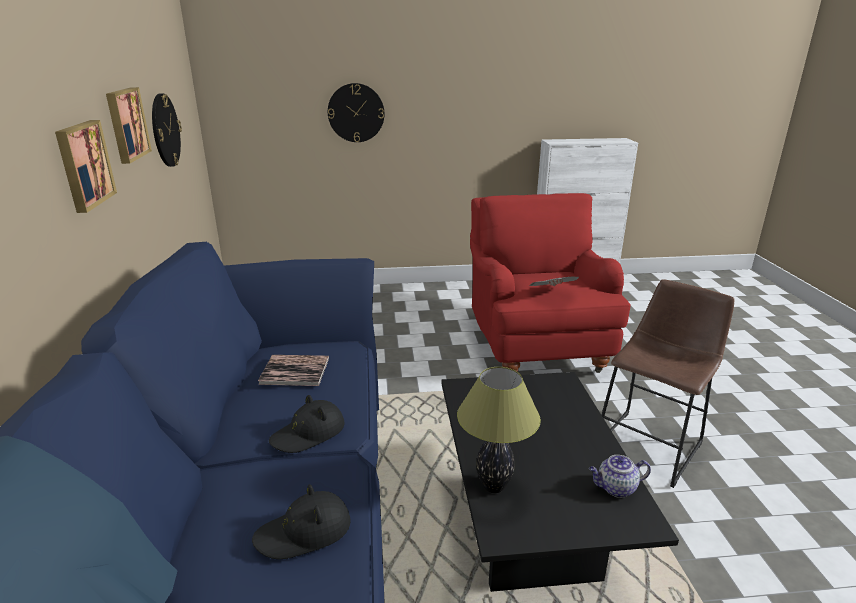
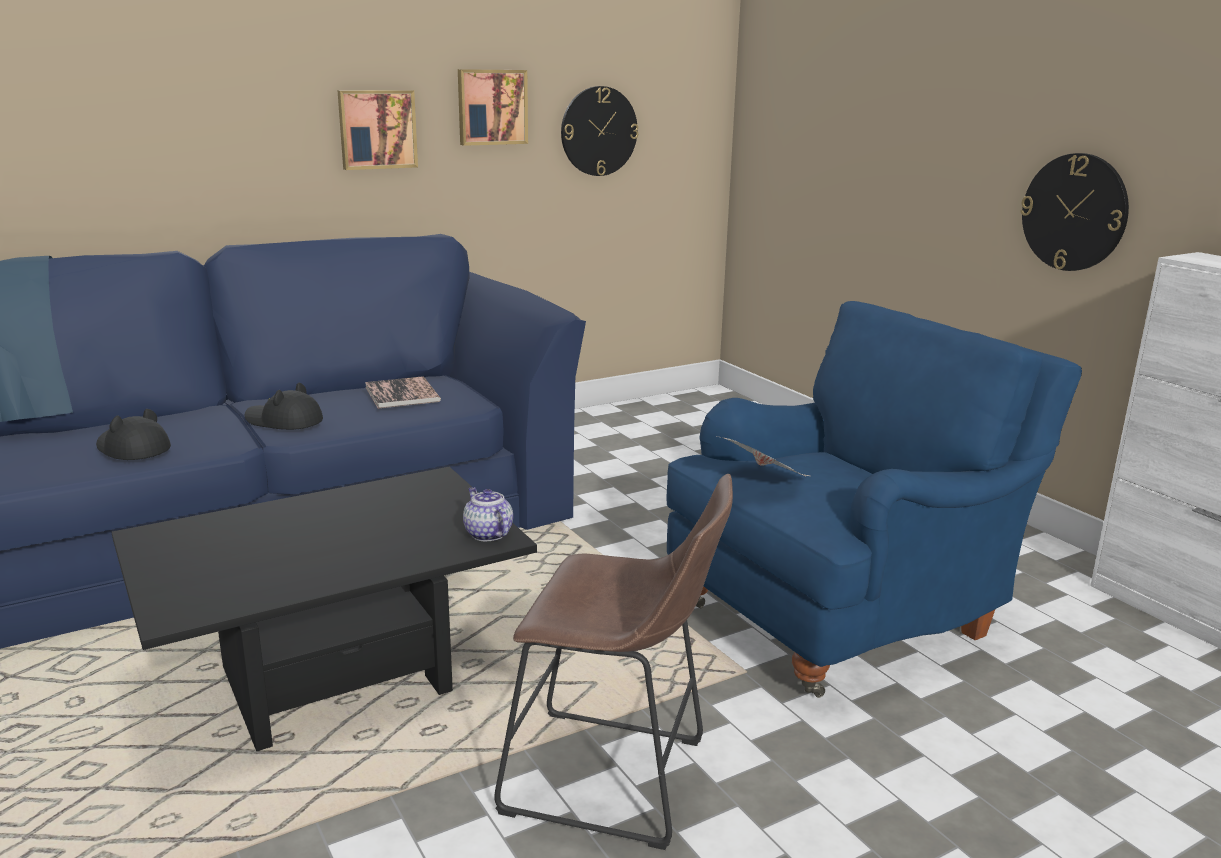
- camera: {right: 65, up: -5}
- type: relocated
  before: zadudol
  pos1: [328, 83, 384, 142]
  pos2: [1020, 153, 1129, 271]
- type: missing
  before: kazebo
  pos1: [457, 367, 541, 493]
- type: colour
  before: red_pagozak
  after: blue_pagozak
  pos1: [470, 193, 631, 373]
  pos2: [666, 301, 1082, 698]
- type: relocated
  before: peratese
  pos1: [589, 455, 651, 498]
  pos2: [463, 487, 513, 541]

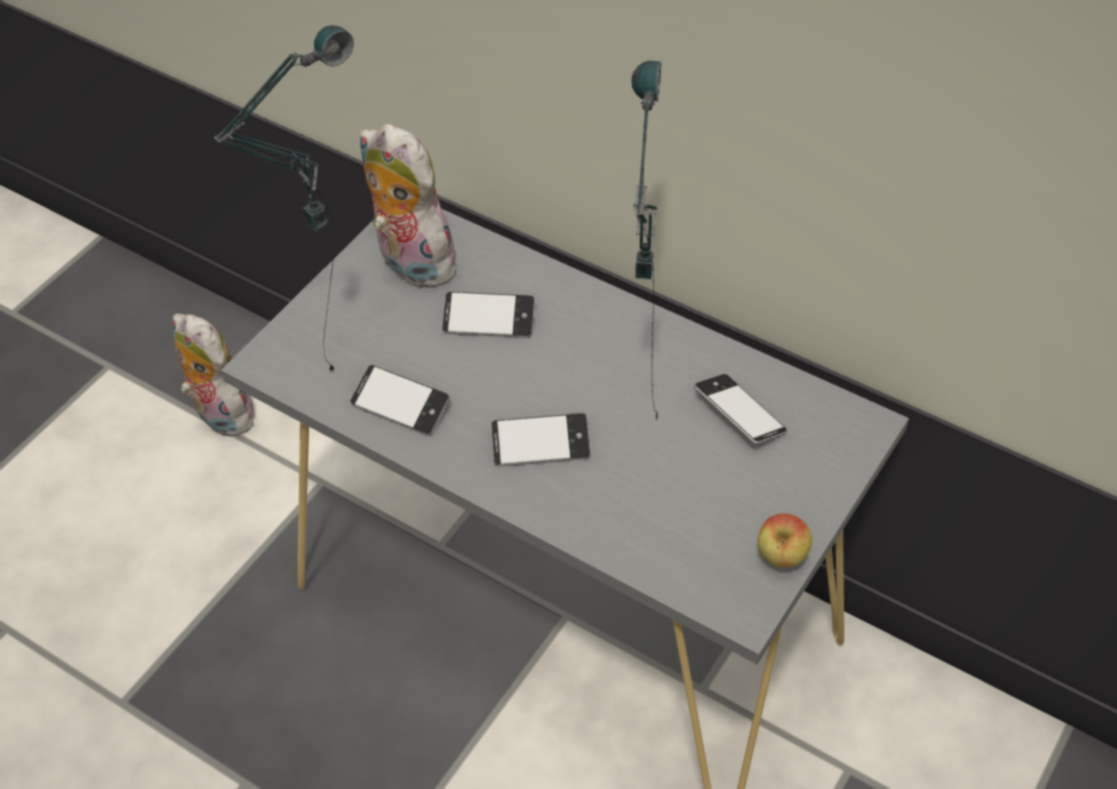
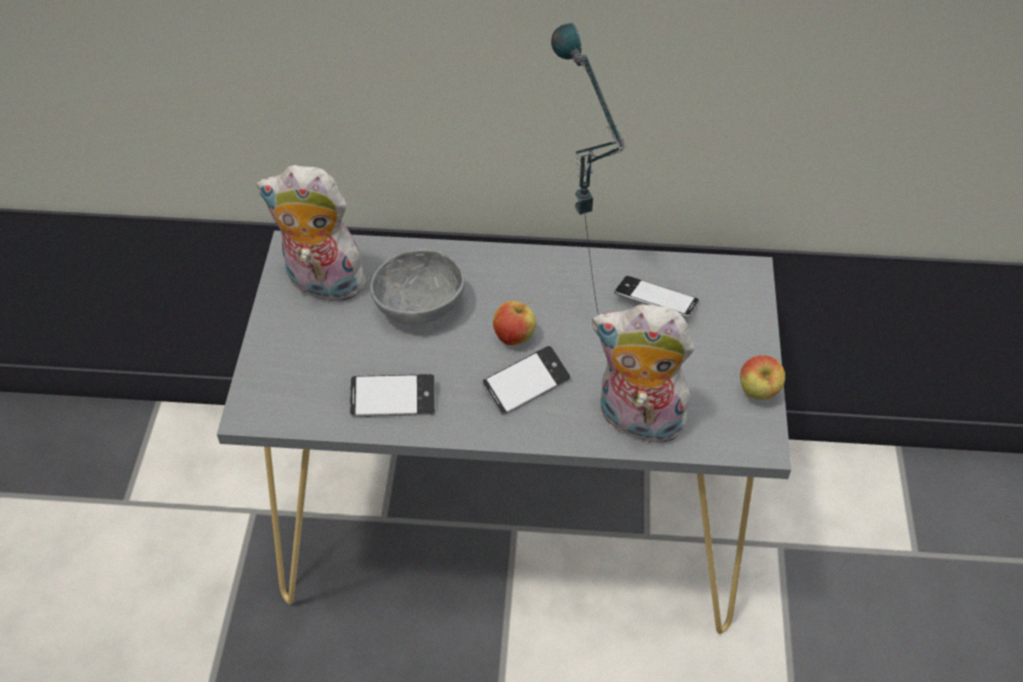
- camera: {right: -30, up: 0}
- type: relocated
  before: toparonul
  pos1: [173, 314, 261, 437]
  pos2: [592, 304, 695, 448]
- type: missing
  before: kazebo
  pos1: [215, 25, 354, 371]
- type: exchanged
  before: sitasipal
  after: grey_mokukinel
  pos1: [442, 291, 535, 338]
  pos2: [370, 249, 465, 325]
- type: appeared
  after: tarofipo
  pos2: [493, 301, 536, 345]

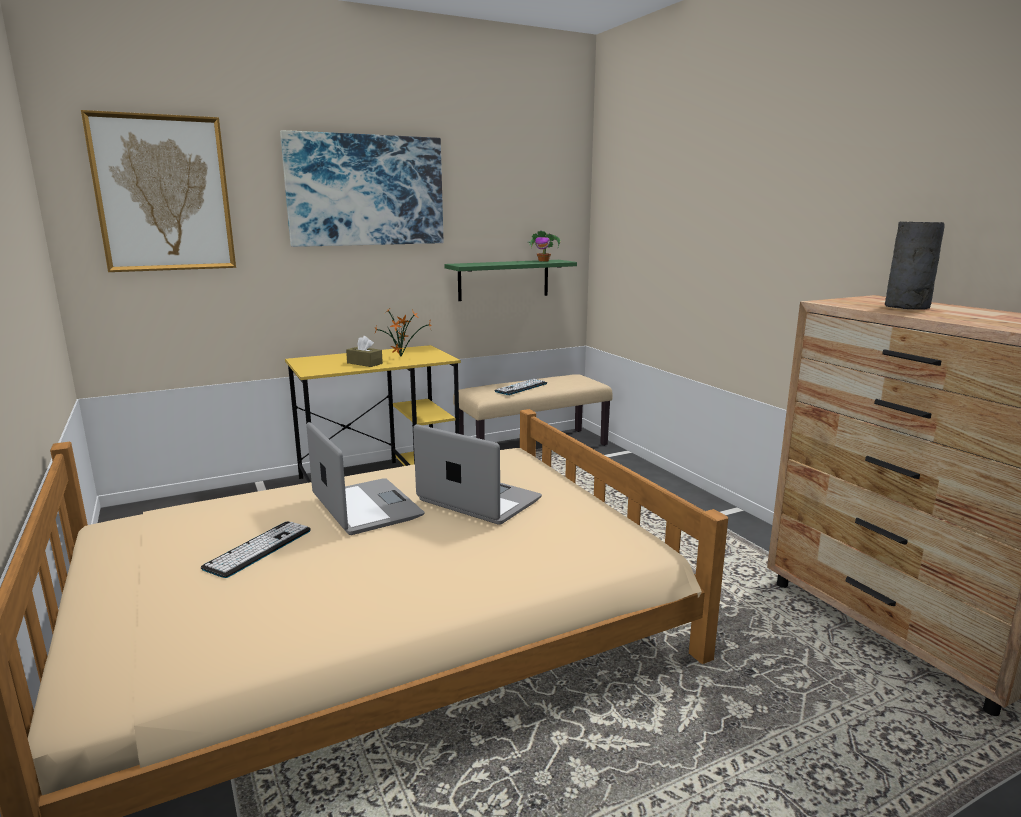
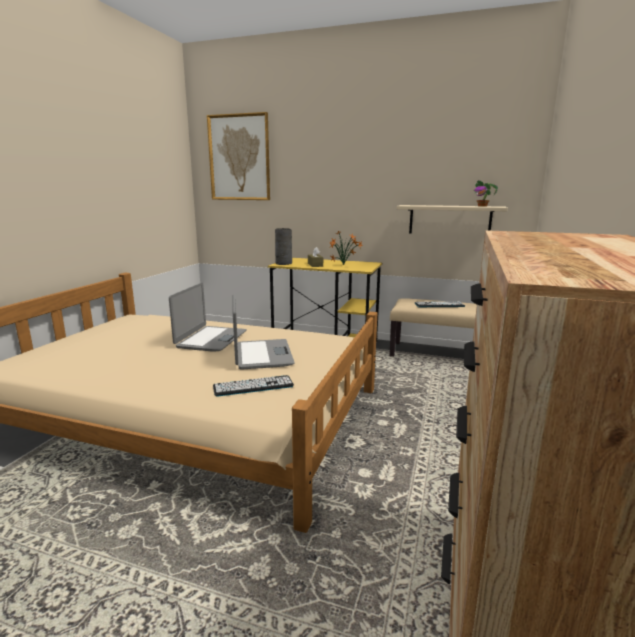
- camera: {right: 45, up: 0}
- type: relocated
  before: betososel
  pos1: [201, 521, 311, 578]
  pos2: [213, 375, 294, 397]
- type: missing
  before: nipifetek
  pos1: [280, 130, 443, 247]
- type: colour
  before: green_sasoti
  after: beige_sasoti
  pos1: [444, 260, 577, 301]
  pos2: [396, 205, 508, 234]
- type: relocated
  before: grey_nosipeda
  pos1: [885, 222, 945, 310]
  pos2: [275, 228, 292, 265]

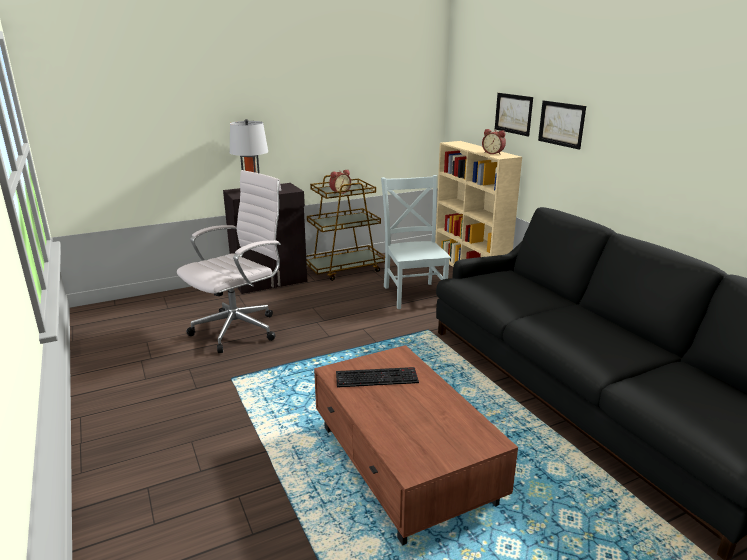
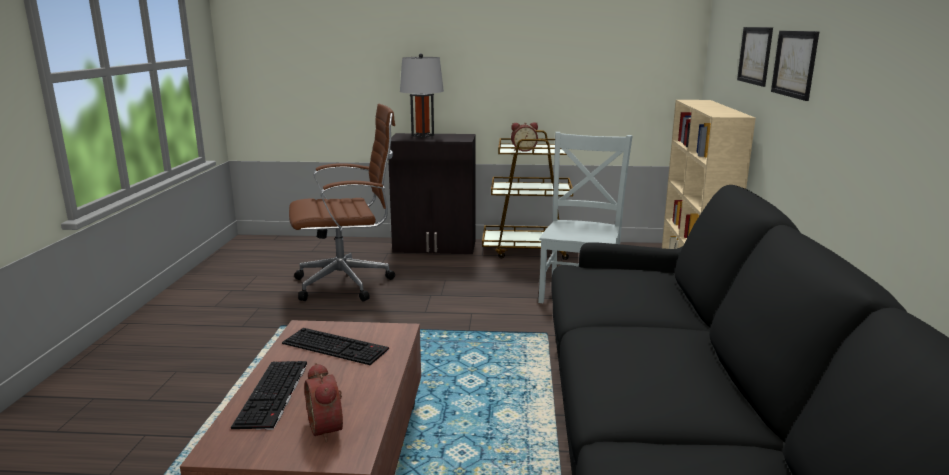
- camera: {right: 30, up: -5}
- type: colour
  before: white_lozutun
  after: brown_lozutun
  pos1: [177, 170, 281, 353]
  pos2: [289, 104, 395, 302]
- type: relocated
  before: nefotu
  pos1: [482, 129, 506, 155]
  pos2: [305, 363, 343, 442]
- type: appeared
  after: betososel
  pos2: [231, 361, 307, 430]

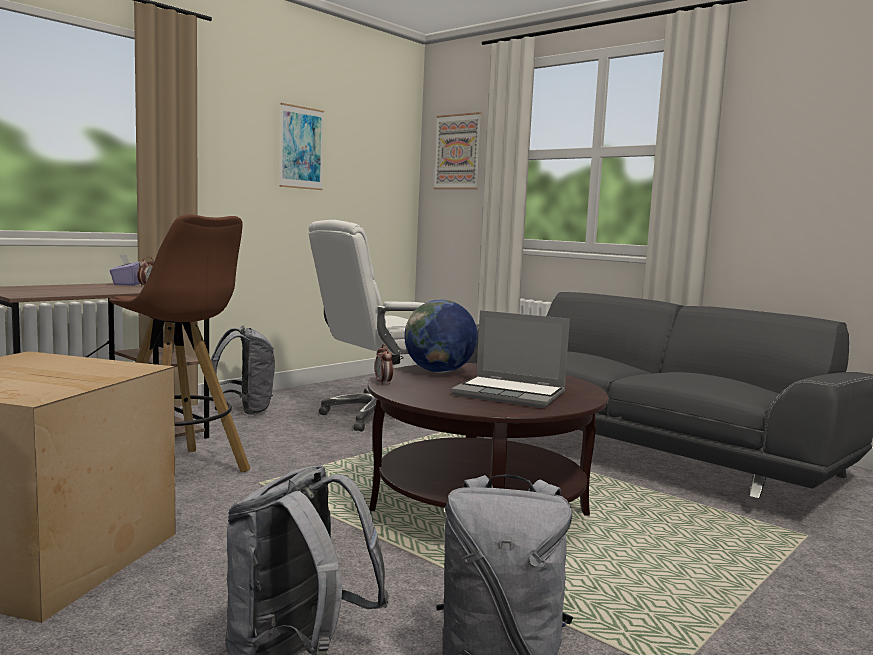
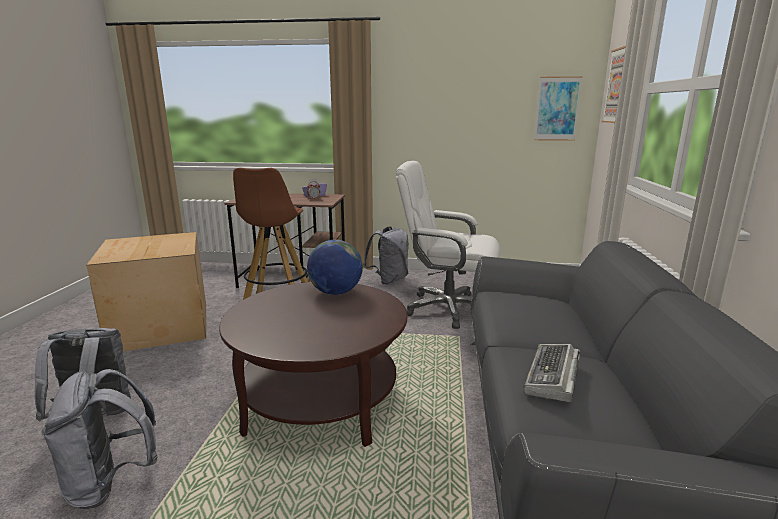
- camera: {right: 55, up: 10}
- type: relocated
  before: nipifetek
  pos1: [280, 103, 324, 190]
  pos2: [534, 76, 582, 141]
- type: missing
  before: nefotu
  pos1: [375, 344, 393, 385]
- type: missing
  before: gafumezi
  pos1: [451, 310, 570, 408]
- type: appeared
  after: betososel
  pos2: [523, 344, 581, 402]

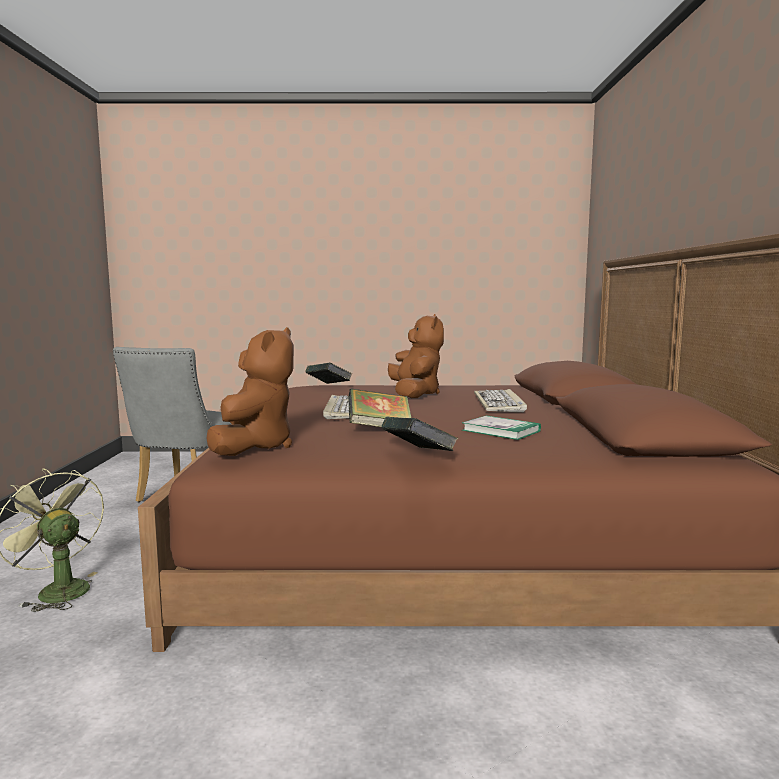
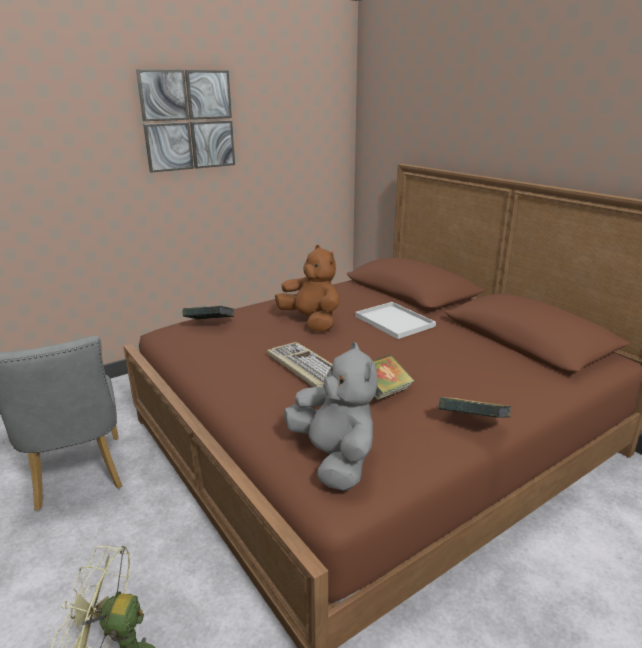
- camera: {right: -35, up: 15}
- type: colour
  before: brown_toparonul
  after: grey_toparonul
  pos1: [207, 327, 294, 456]
  pos2: [284, 342, 378, 490]
- type: missing
  before: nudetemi
  pos1: [462, 416, 541, 440]
- type: exchanged
  before: betososel
  after: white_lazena
  pos1: [474, 389, 527, 412]
  pos2: [355, 302, 436, 339]
- type: appeared
  after: nipifetek
  pos2: [136, 69, 235, 173]

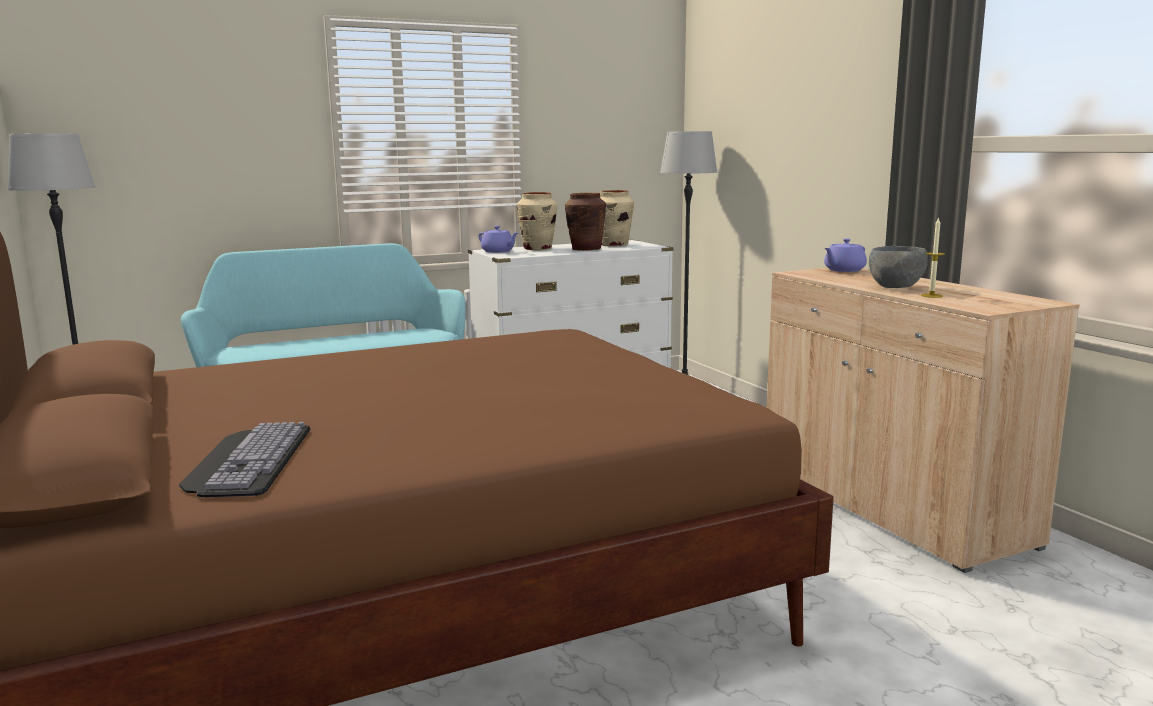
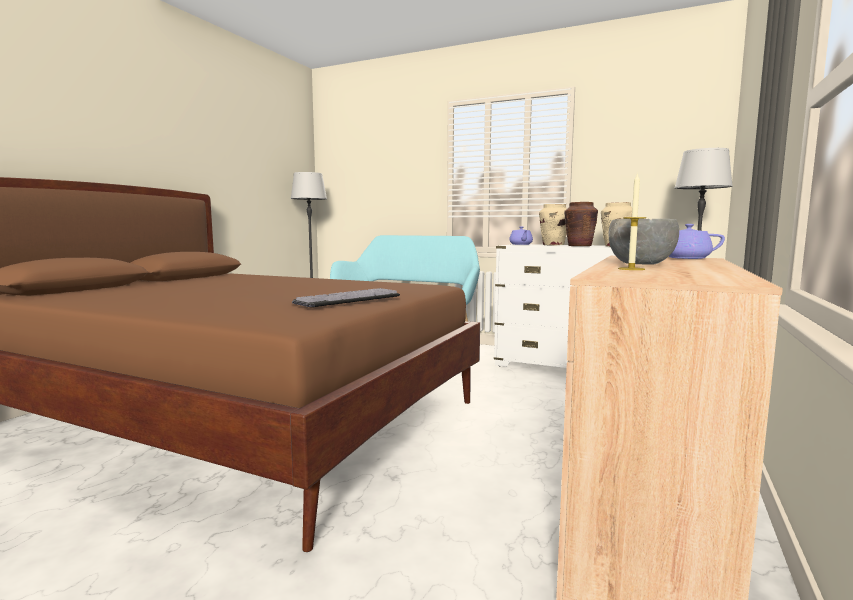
- camera: {right: 50, up: -5}
- type: relocated
  before: betososel
  pos1: [179, 422, 310, 498]
  pos2: [292, 288, 400, 307]

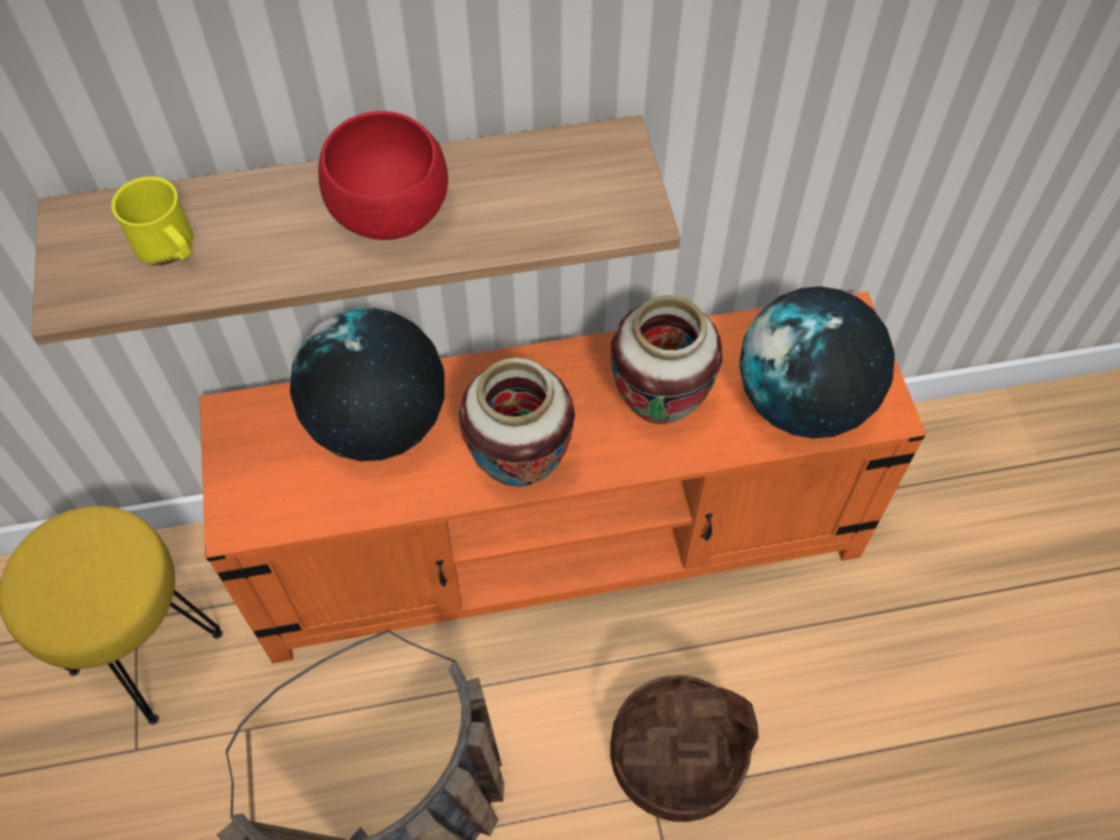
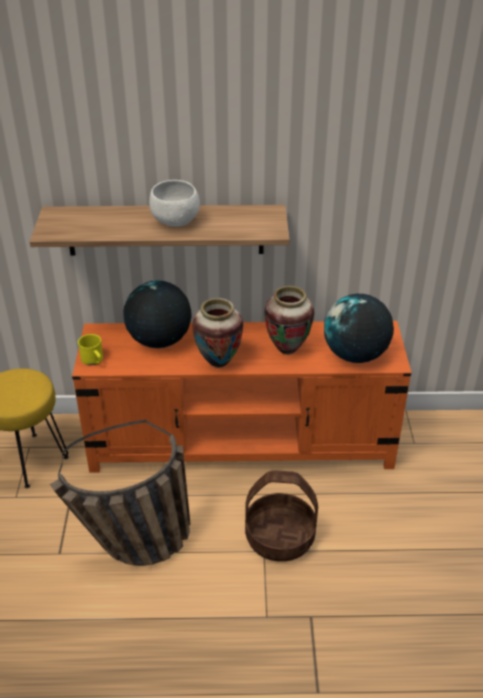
- camera: {right: 10, up: -20}
- type: relocated
  before: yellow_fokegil
  pos1: [111, 176, 193, 265]
  pos2: [78, 334, 103, 366]
- type: colour
  before: red_mokukinel
  after: white_mokukinel
  pos1: [318, 111, 448, 240]
  pos2: [149, 180, 200, 227]

